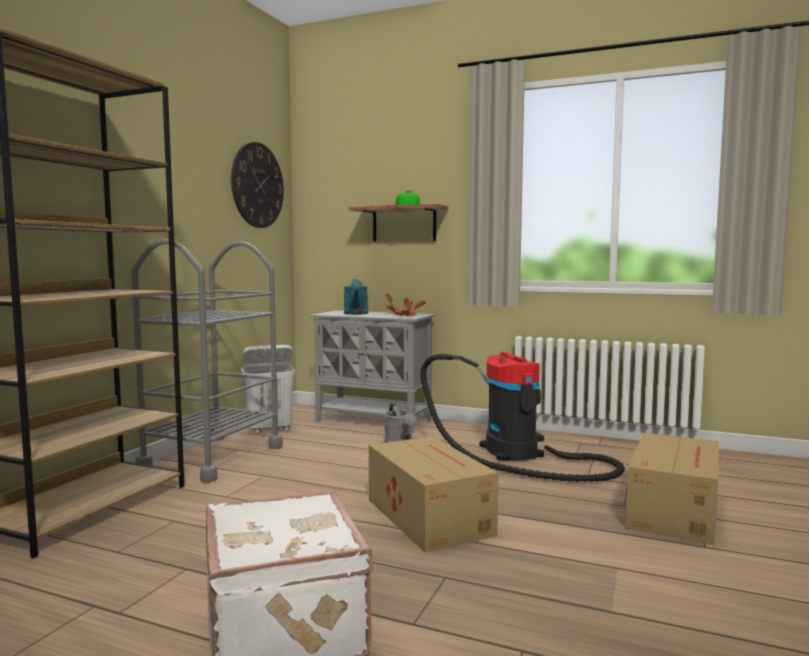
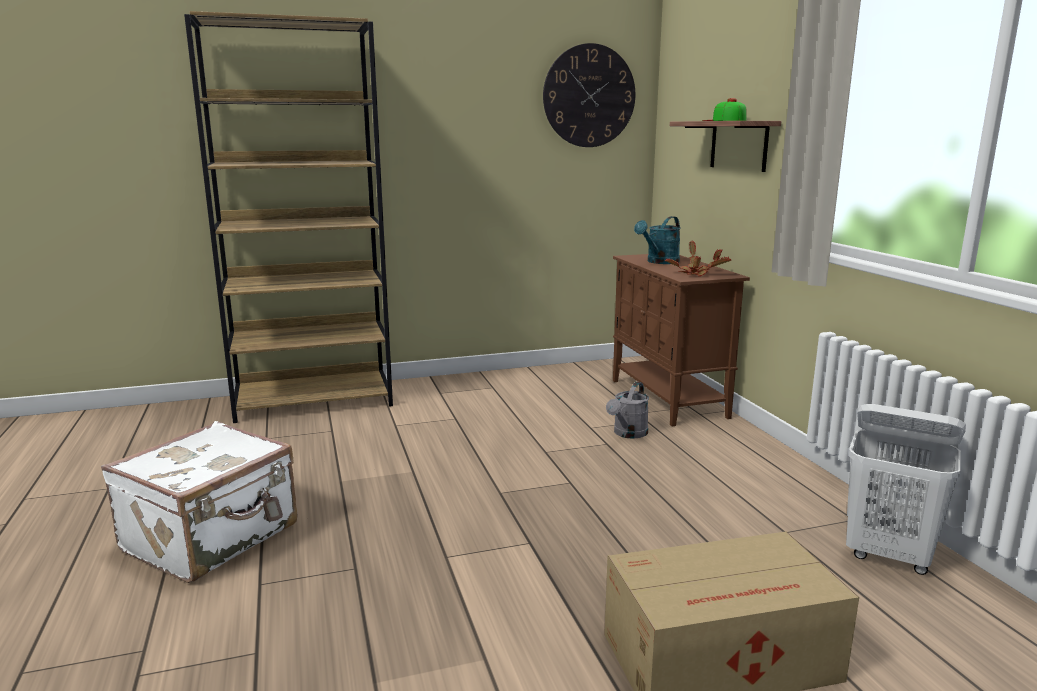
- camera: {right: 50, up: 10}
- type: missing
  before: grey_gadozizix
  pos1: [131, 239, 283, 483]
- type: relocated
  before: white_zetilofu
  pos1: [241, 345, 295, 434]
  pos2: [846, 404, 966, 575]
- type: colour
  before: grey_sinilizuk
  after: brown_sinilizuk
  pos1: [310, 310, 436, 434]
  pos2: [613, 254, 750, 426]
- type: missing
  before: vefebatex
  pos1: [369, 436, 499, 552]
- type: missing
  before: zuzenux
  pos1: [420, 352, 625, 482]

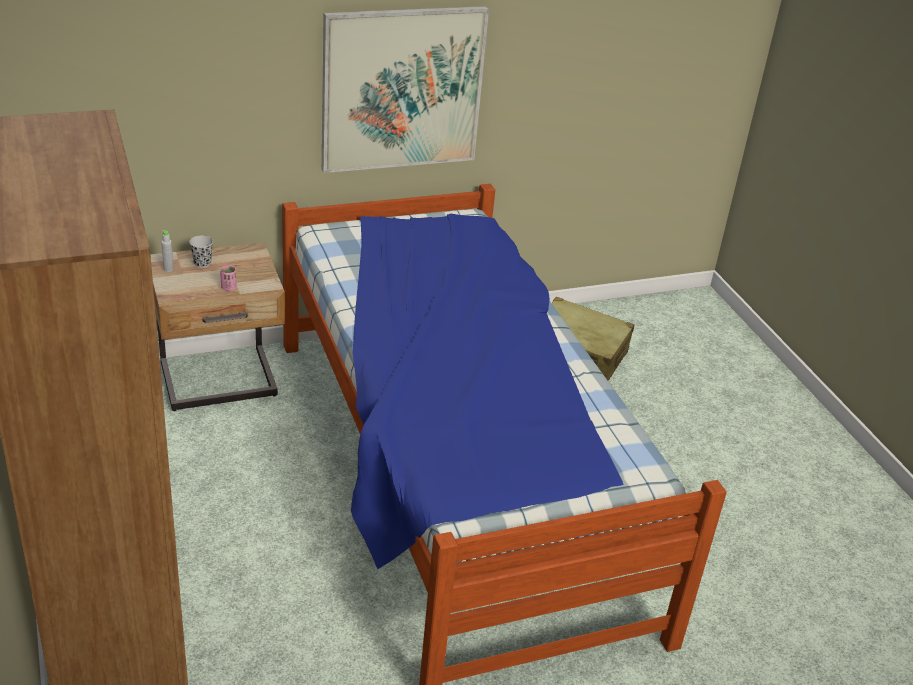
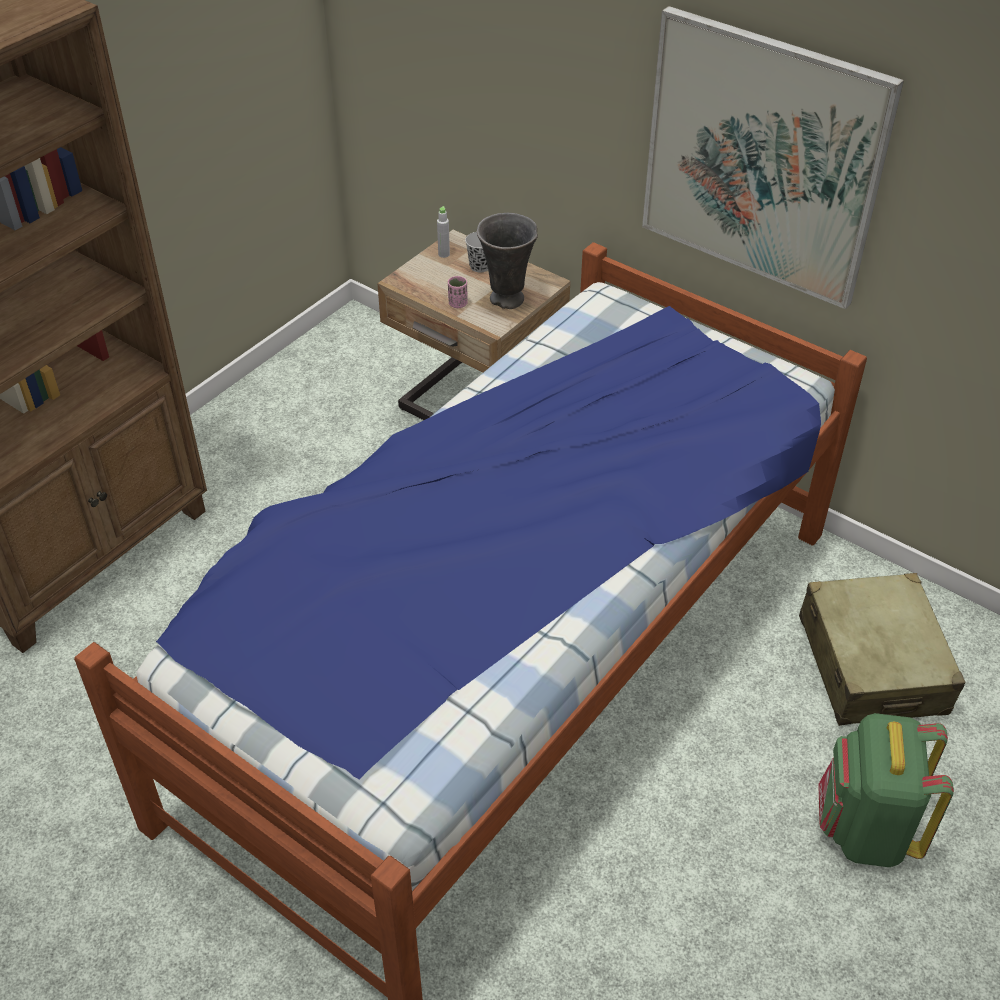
- camera: {right: 60, up: 10}
- type: appeared
  after: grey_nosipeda
  pos2: [477, 213, 538, 309]
- type: appeared
  after: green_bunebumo
  pos2: [818, 713, 954, 867]

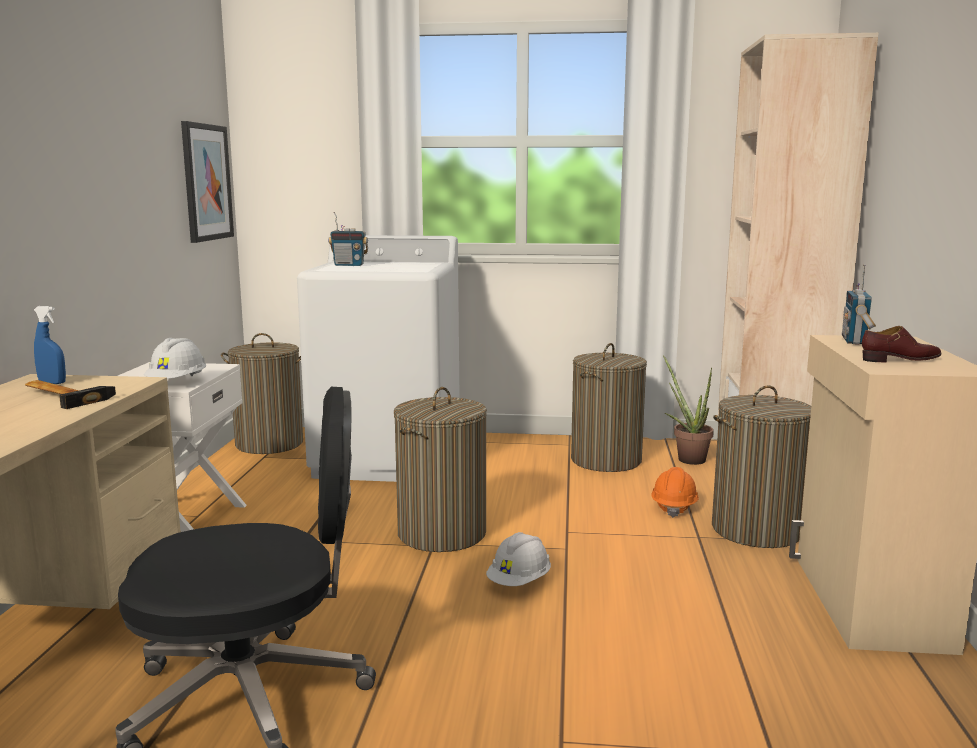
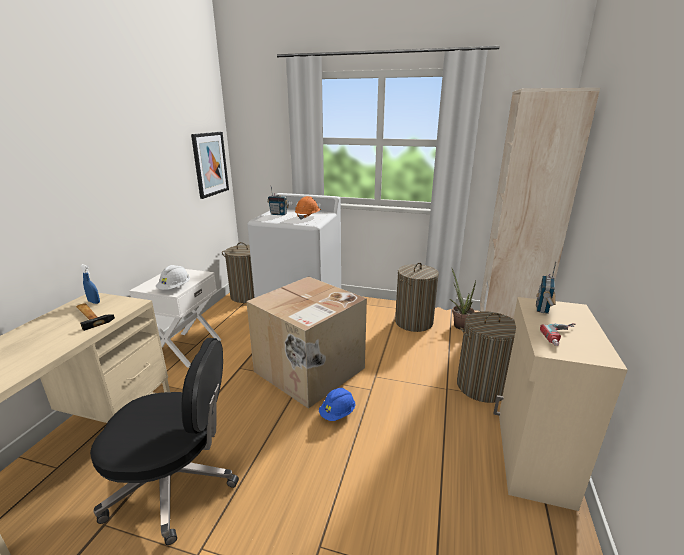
- camera: {right: 10, up: 10}
- type: exchanged
  before: zetilofu
  after: vefebatex
  pos1: [394, 387, 487, 552]
  pos2: [246, 276, 367, 409]
- type: colour
  before: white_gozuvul
  after: blue_gozuvul
  pos1: [486, 532, 551, 586]
  pos2: [319, 388, 355, 421]
- type: relocated
  before: orange_gozuvul
  pos1: [651, 467, 699, 518]
  pos2: [295, 196, 321, 220]
- type: exchanged
  before: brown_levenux
  after: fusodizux
  pos1: [862, 326, 942, 362]
  pos2: [540, 323, 575, 346]

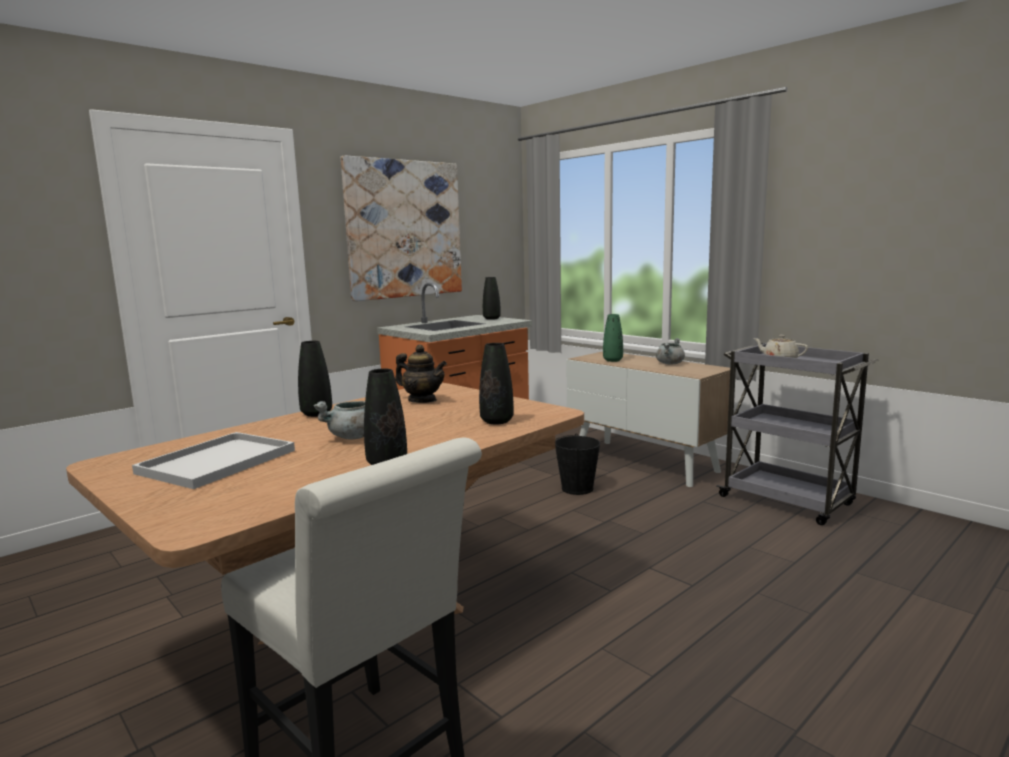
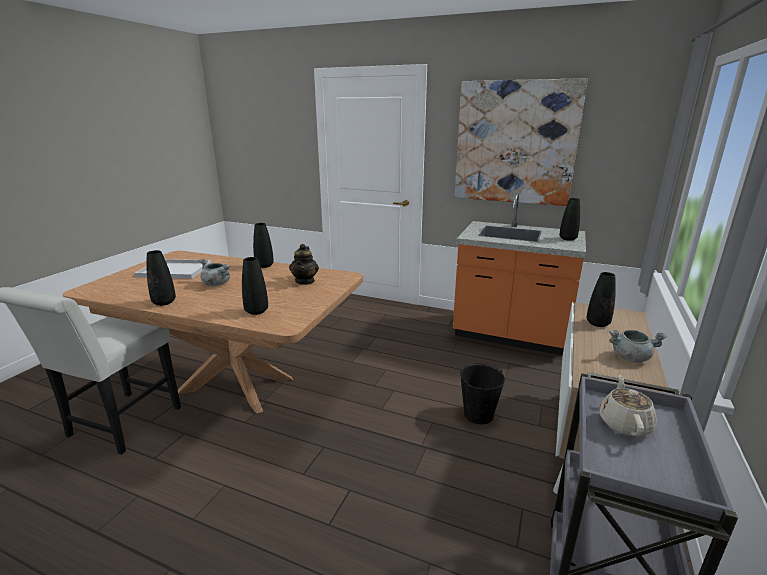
- camera: {right: 65, up: 10}
- type: colour
  before: green_nosipeda
  after: black_nosipeda
  pos1: [603, 314, 623, 362]
  pos2: [587, 272, 616, 327]

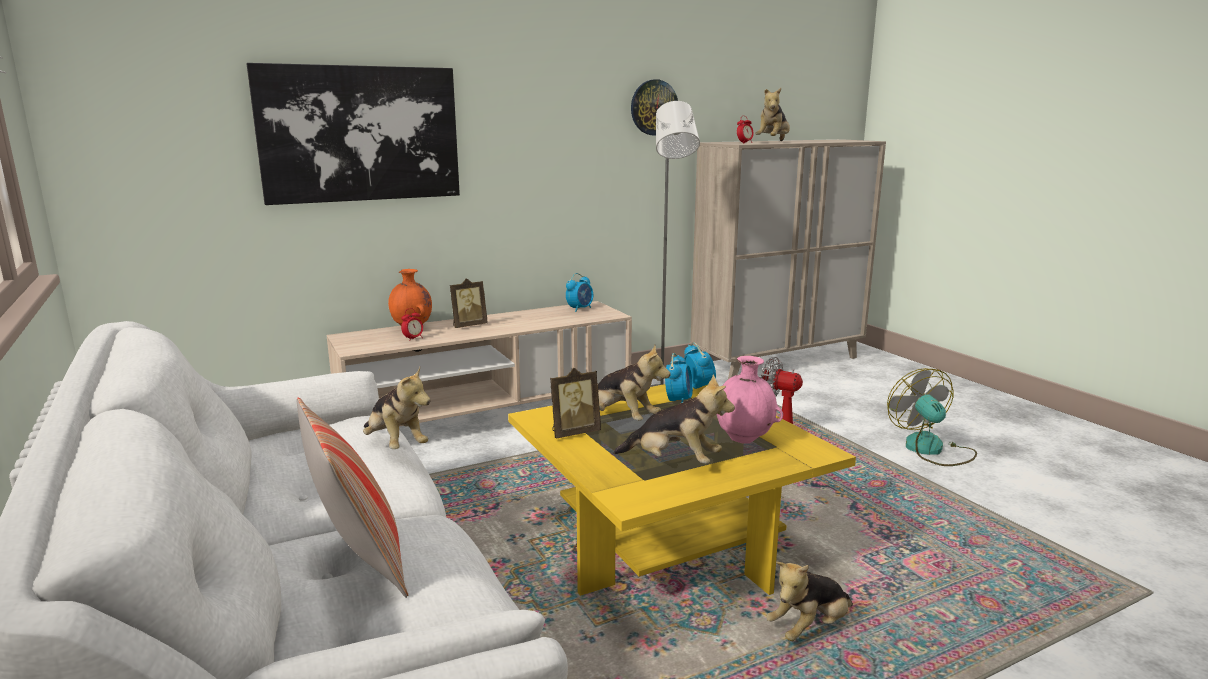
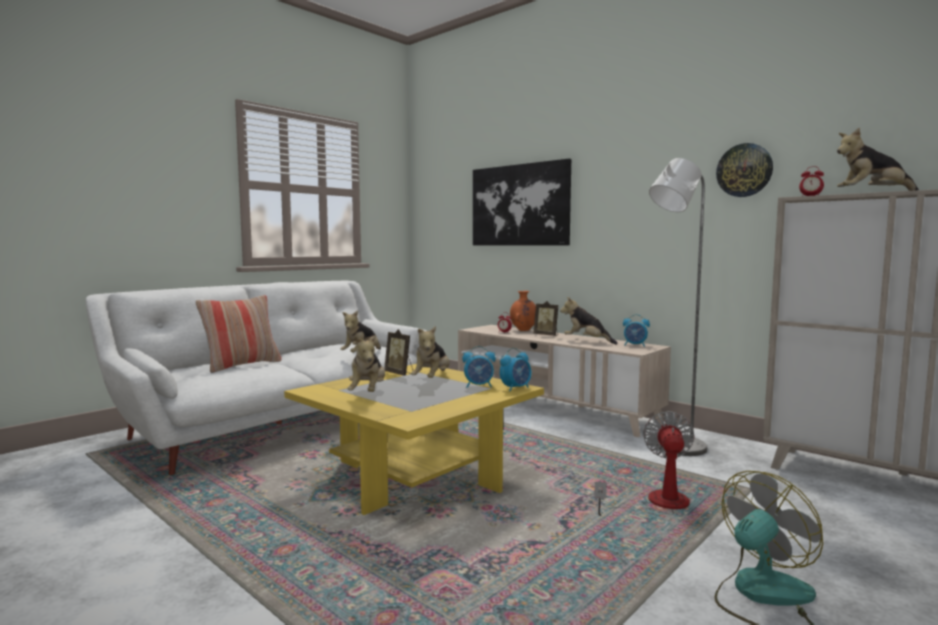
- camera: {right: 70, up: -10}
- type: missing
  before: pink_nosipeda
  pos1: [717, 356, 783, 444]
- type: relocated
  before: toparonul
  pos1: [766, 562, 853, 641]
  pos2: [560, 297, 618, 344]

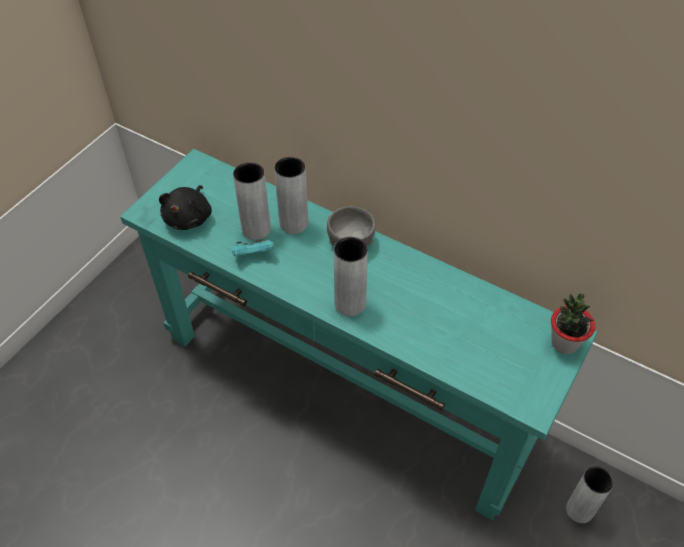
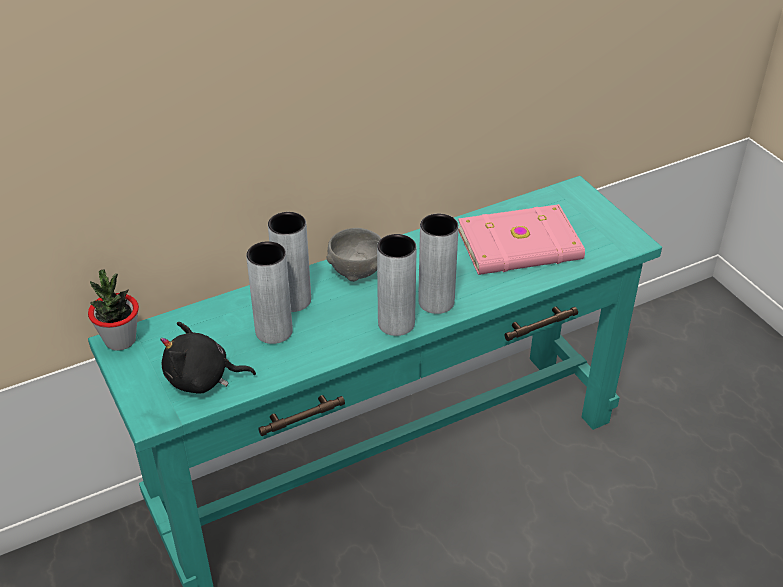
- camera: {right: -60, up: -10}
- type: spun
  before: black_toparonul
  pos1: [159, 185, 212, 230]
  pos2: [160, 322, 256, 394]
  turn: 135
- type: missing
  before: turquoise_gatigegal
  pos1: [232, 240, 274, 257]
- type: relocated
  before: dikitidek
  pos1: [551, 294, 595, 354]
  pos2: [88, 269, 139, 351]
- type: relocated
  before: grey_nosipeda
  pos1: [566, 466, 614, 523]
  pos2: [377, 234, 417, 336]
- type: appeared
  after: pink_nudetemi
  pos2: [458, 204, 585, 275]

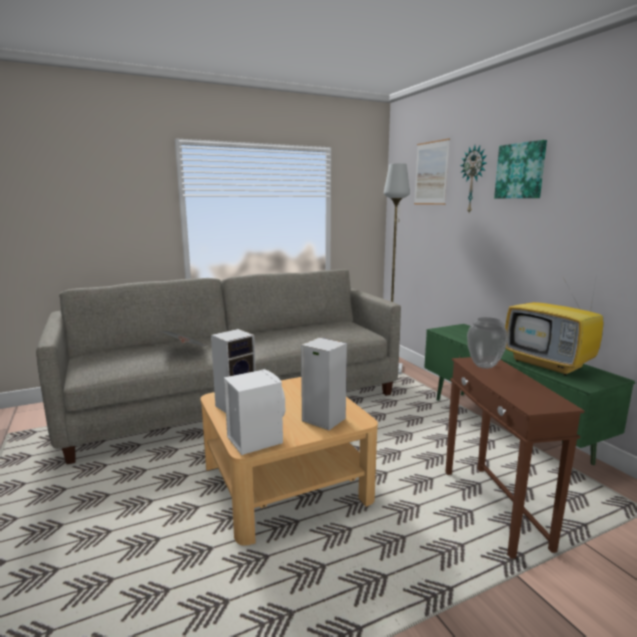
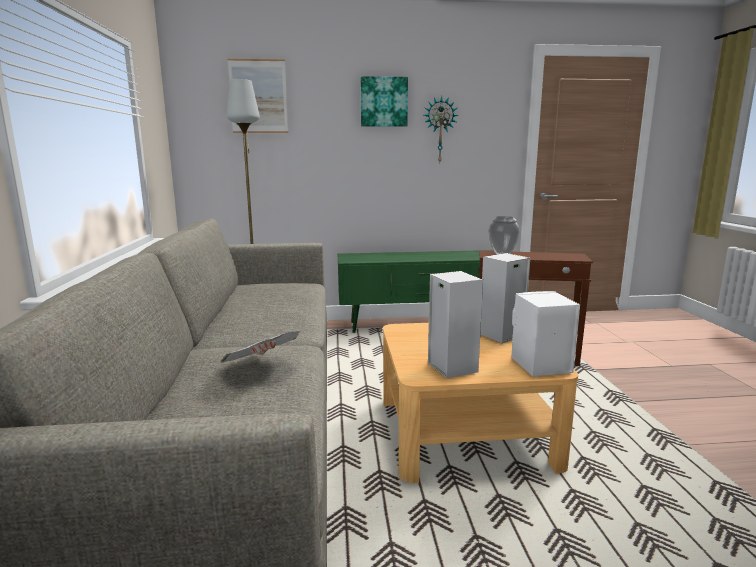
- camera: {right: -70, up: 0}
- type: relocated
  before: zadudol
  pos1: [460, 145, 487, 213]
  pos2: [424, 96, 458, 163]
- type: missing
  before: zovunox
  pos1: [505, 274, 603, 376]

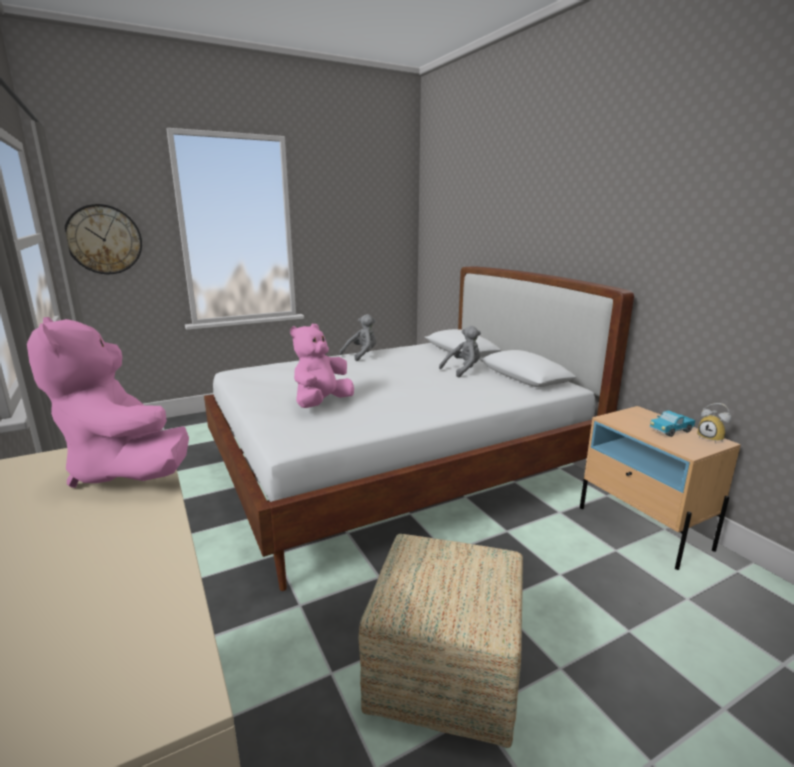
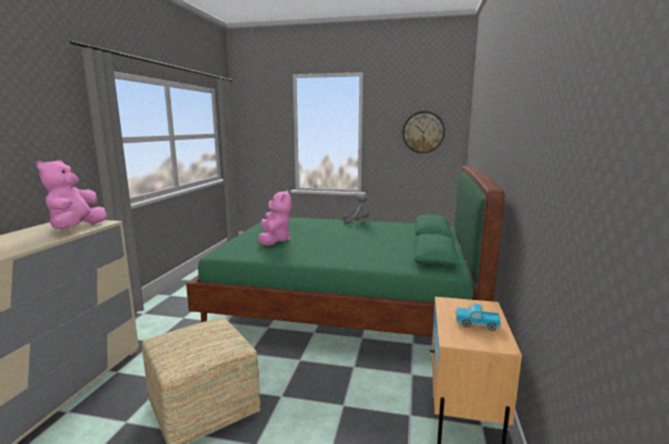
- camera: {right: 40, up: -5}
- type: relocated
  before: zadudol
  pos1: [65, 204, 142, 274]
  pos2: [403, 111, 445, 153]
- type: colour
  before: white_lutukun
  after: green_lutukun
  pos1: [204, 267, 634, 591]
  pos2: [186, 166, 505, 337]
- type: spun
  before: pink_toparonul
  pos1: [290, 324, 354, 408]
  pos2: [258, 190, 291, 246]
  turn: 105
- type: missing
  before: grey_toparonul
  pos1: [439, 326, 481, 377]
- type: missing
  before: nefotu
  pos1: [697, 403, 732, 443]

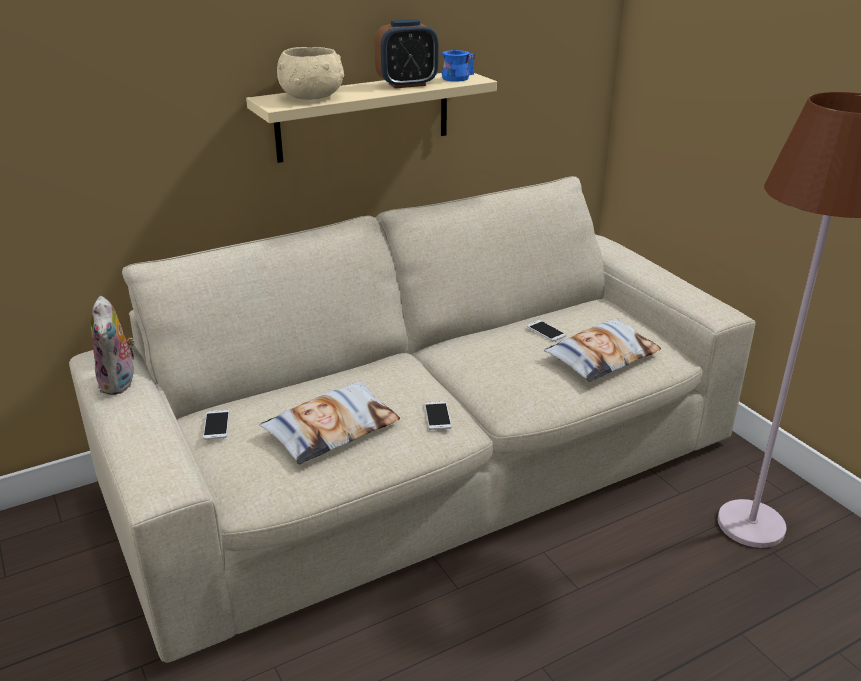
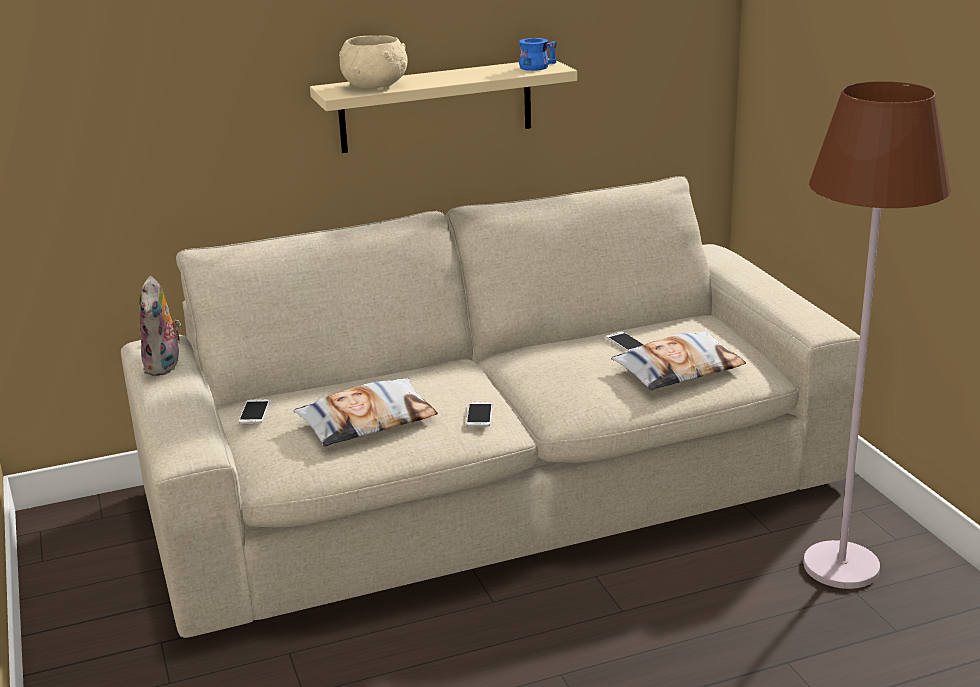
- camera: {right: 10, up: -5}
- type: missing
  before: nefotu
  pos1: [374, 19, 438, 88]

